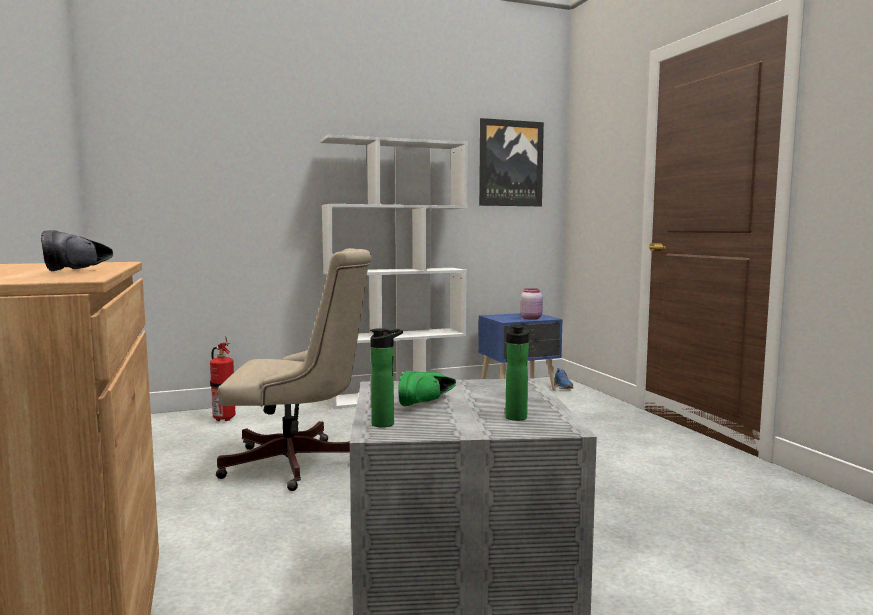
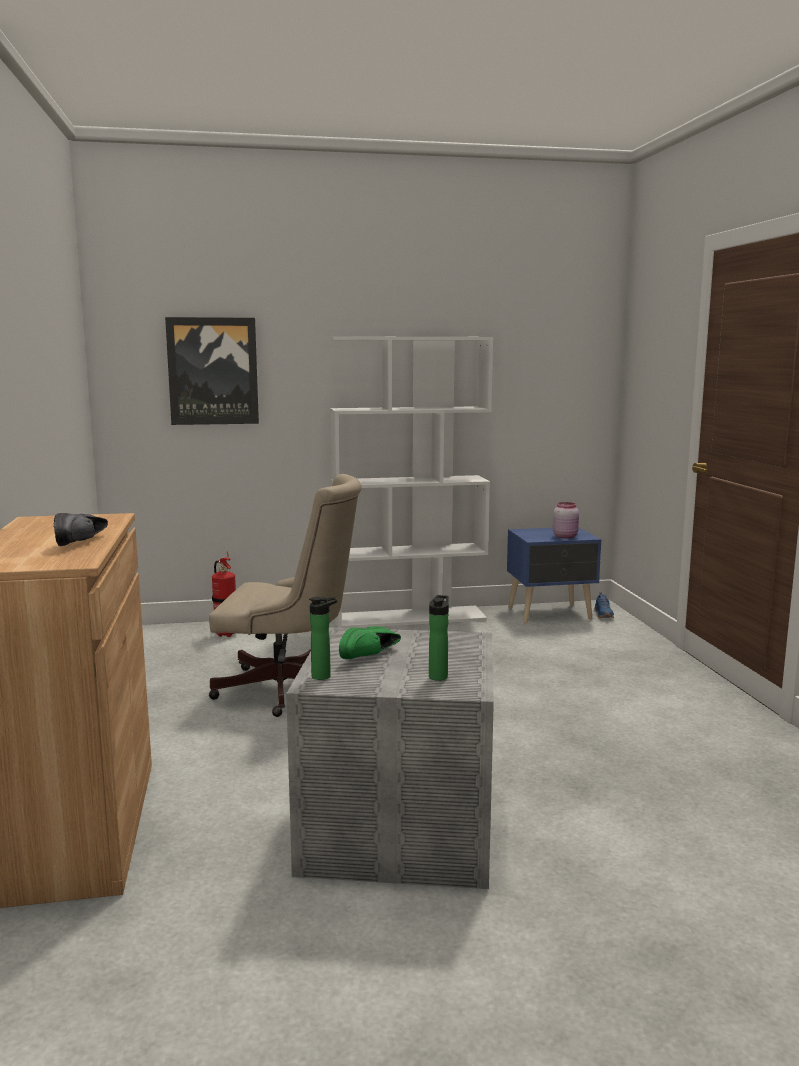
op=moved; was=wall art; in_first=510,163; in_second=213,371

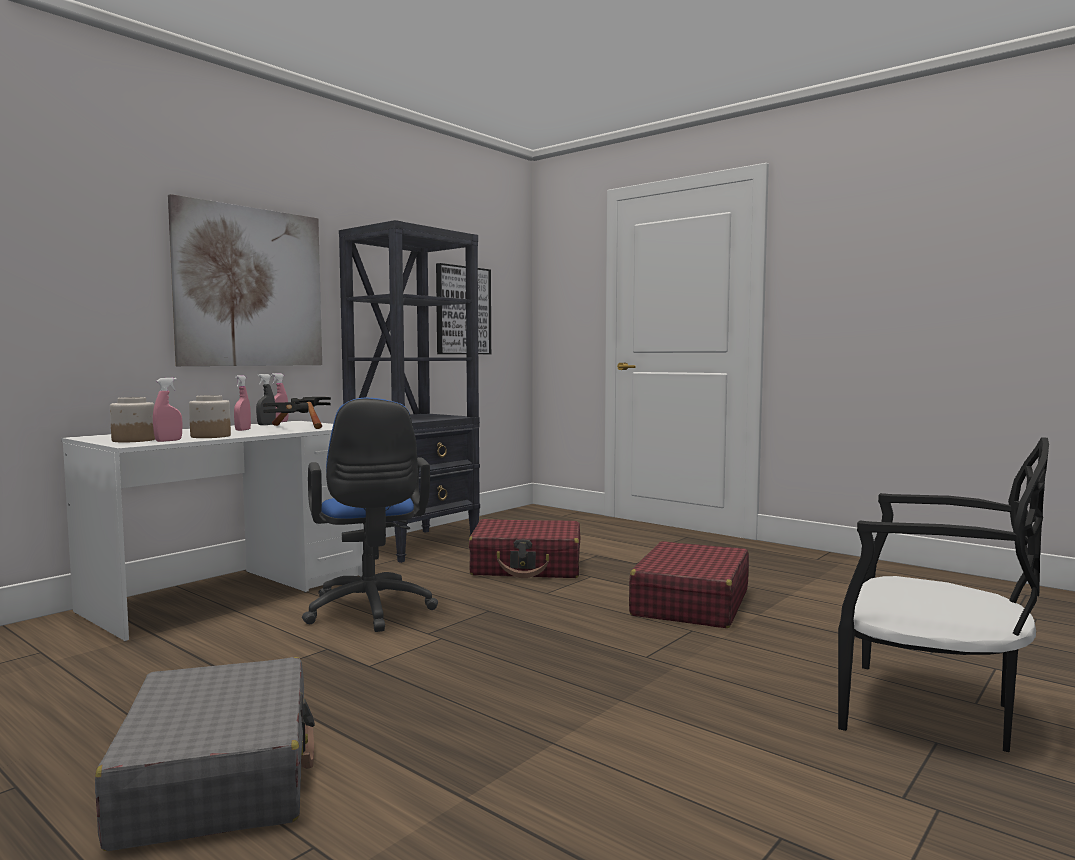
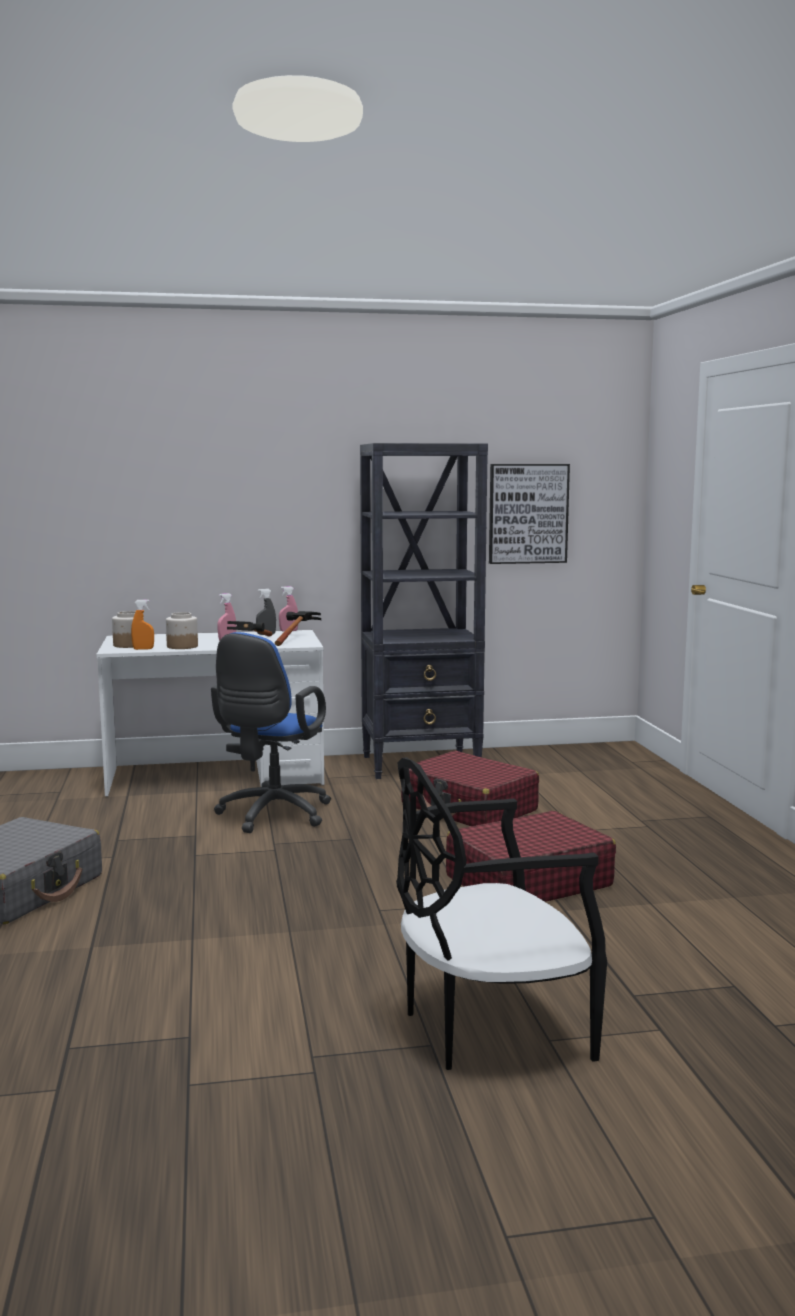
op=recoloured; was=hand sprayer/pink-coloured; now=hand sprayer/orangey; in_first=168,441; in_second=143,649
op=removed; was=wall art; in_first=250,287
op=turned; was=chair/blackish; in_first=929,711; in_second=489,1028; clockwise=90

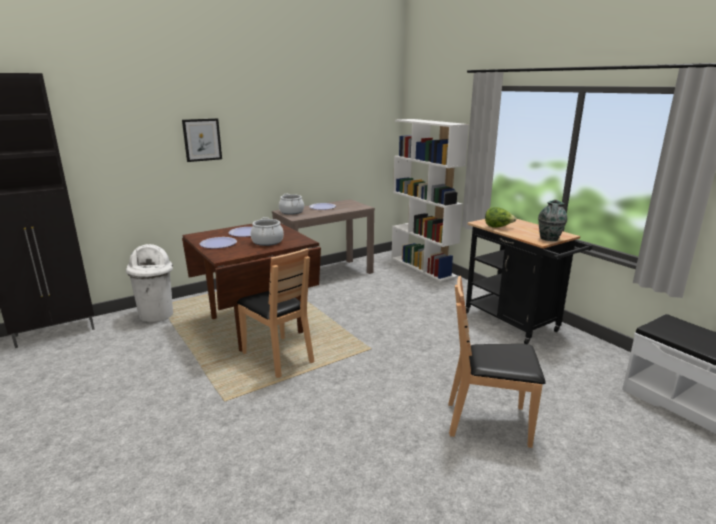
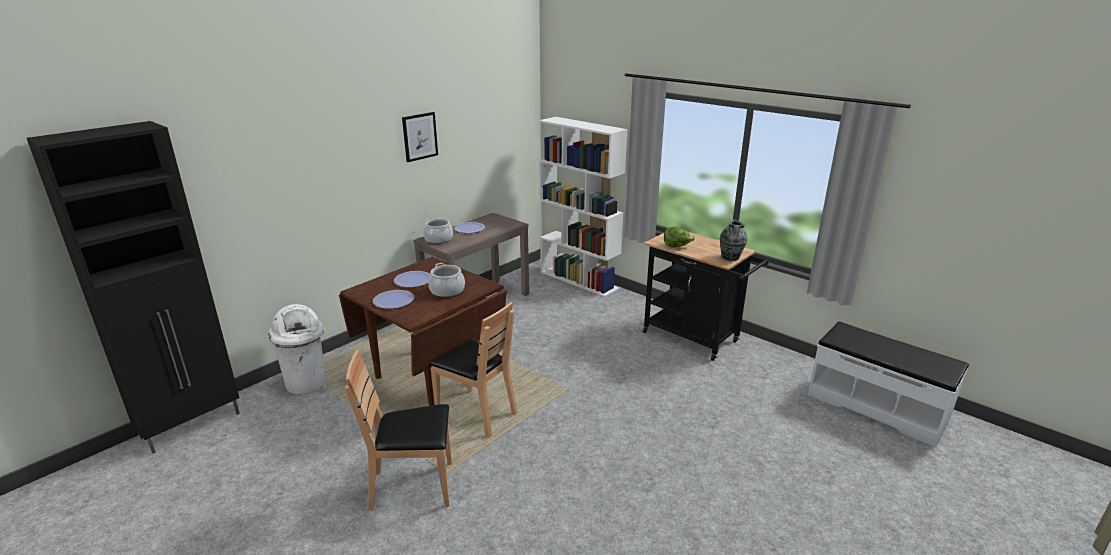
op=moved; was=wall art; in_first=202,140; in_second=420,136
op=moved; was=chair/brown-coloured; in_first=489,423; in_second=413,487

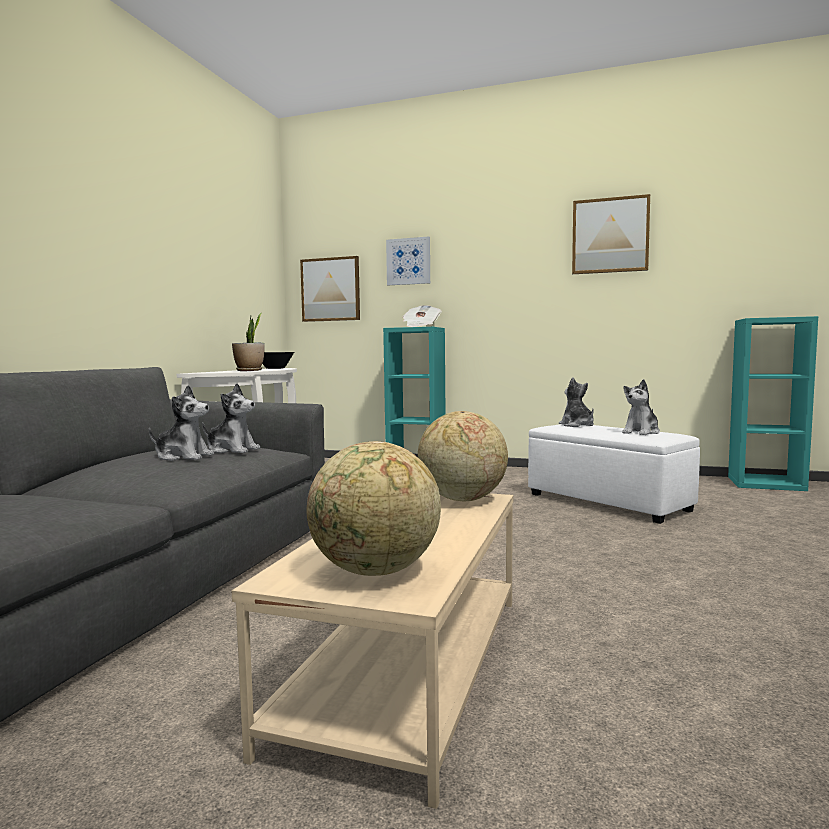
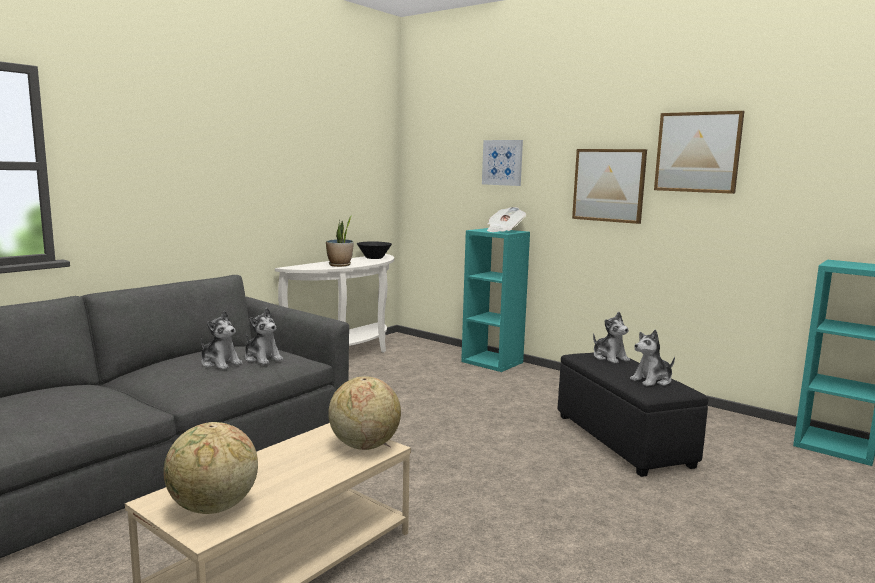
op=moved; was=wall art; in_first=331,289; in_second=609,185
op=recoloured; was=pouffe/whitish; now=pouffe/blackish; in_first=608,502; in_second=623,440
op=turned; was=plush toy; in_first=577,425; in_second=609,358; clockwise=150

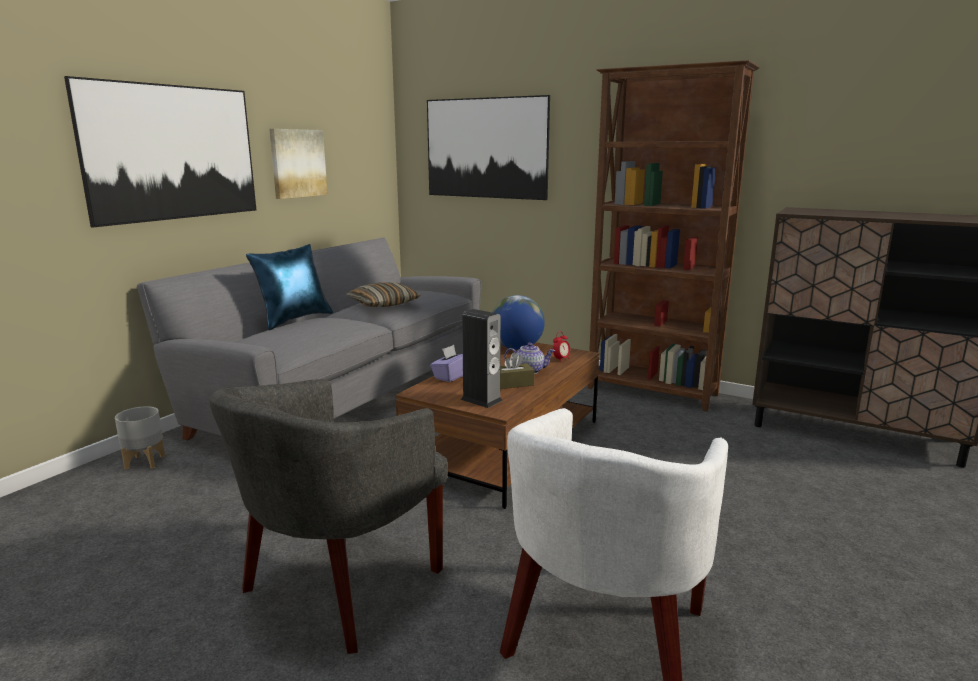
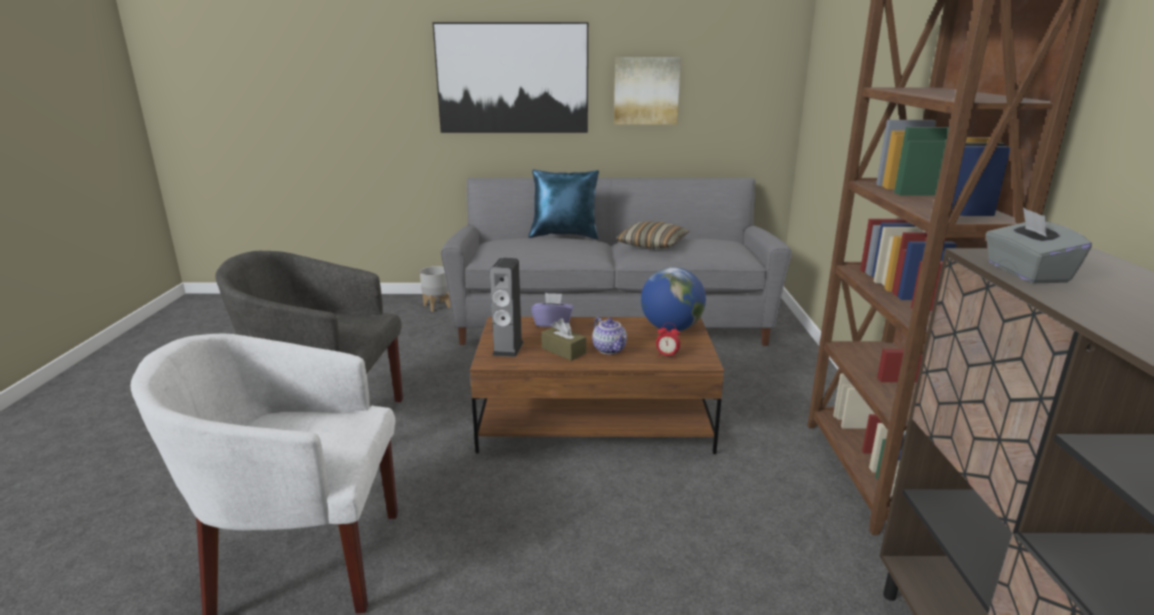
op=removed; was=wall art; in_first=486,148
op=added; now=tissue holder/grey; in_second=1026,273

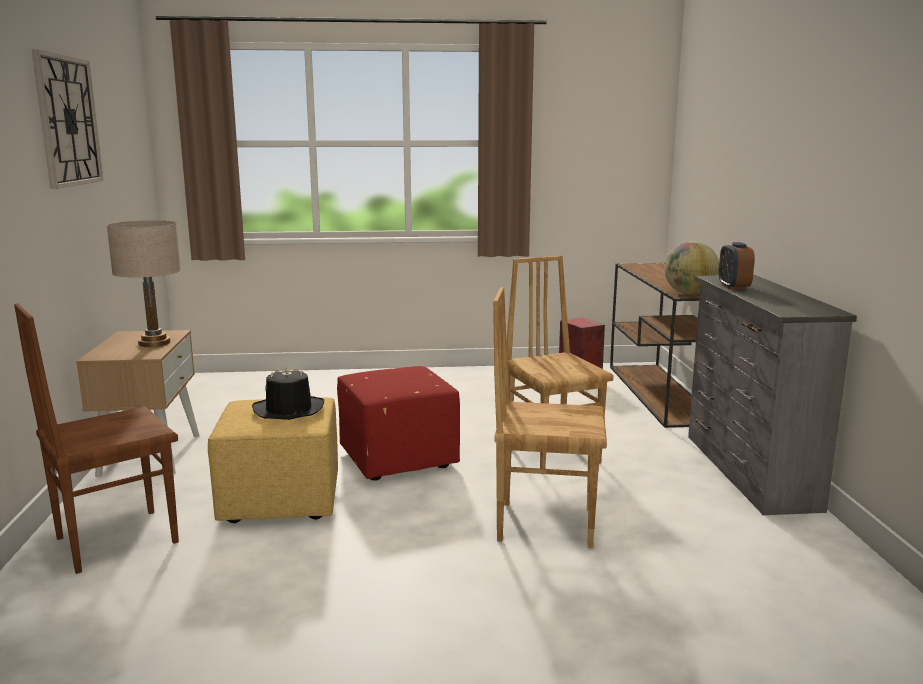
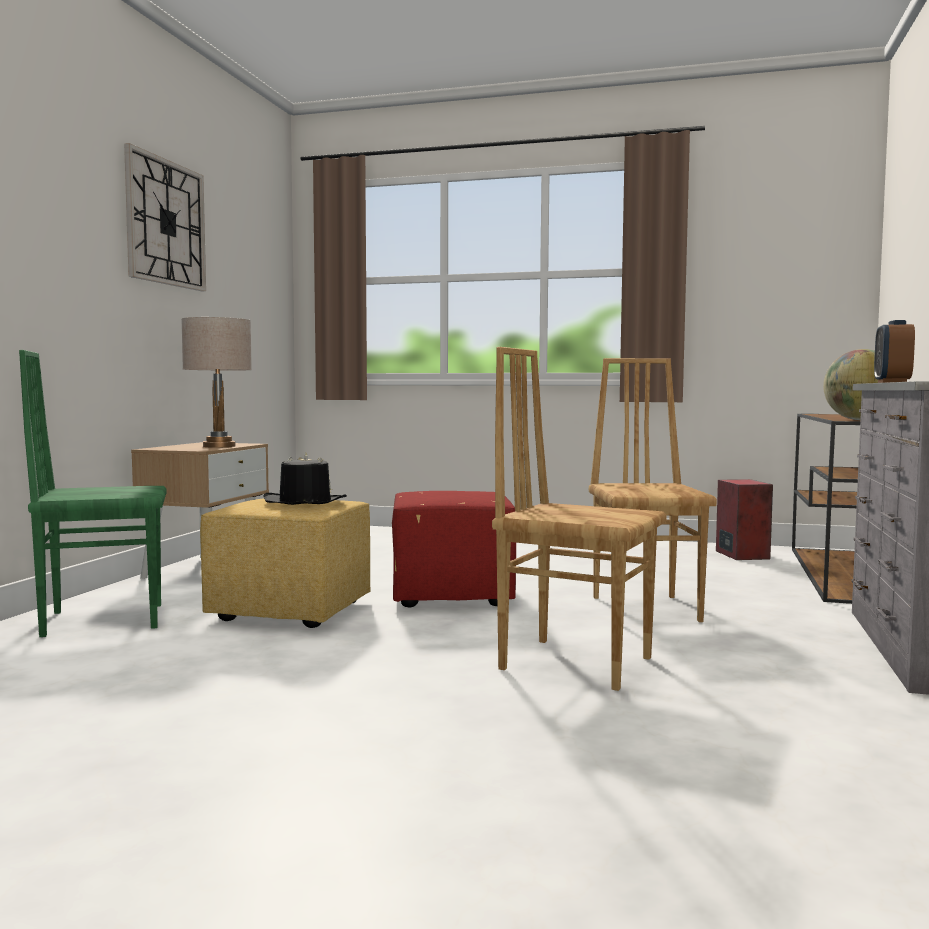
op=recoloured; was=chair/brown-coloured; now=chair/green; in_first=115,540; in_second=103,619

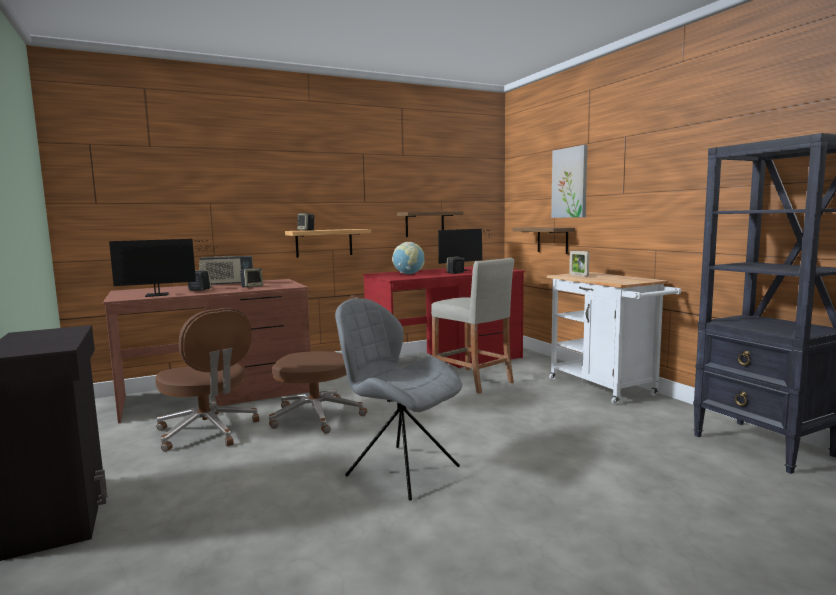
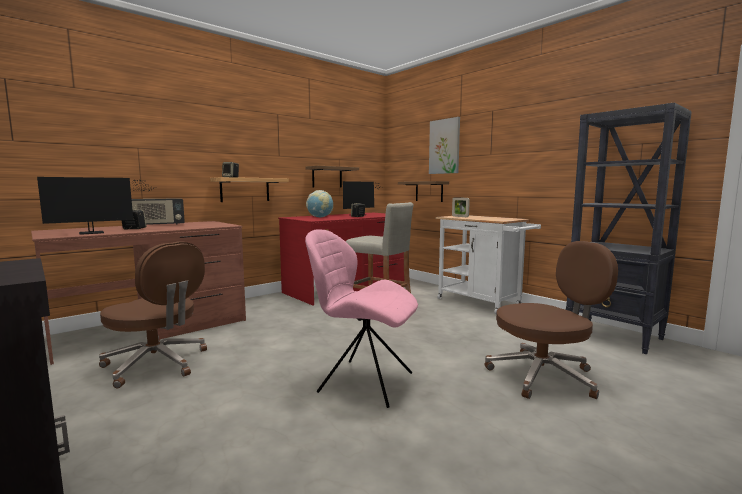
op=removed; was=speaker; in_first=252,287
op=moved; was=computer chair/brown-coloured; in_first=319,416; in_second=544,376
op=recoloured; was=chair/grey; now=chair/pink-coloured; in_first=399,470; in_second=363,381

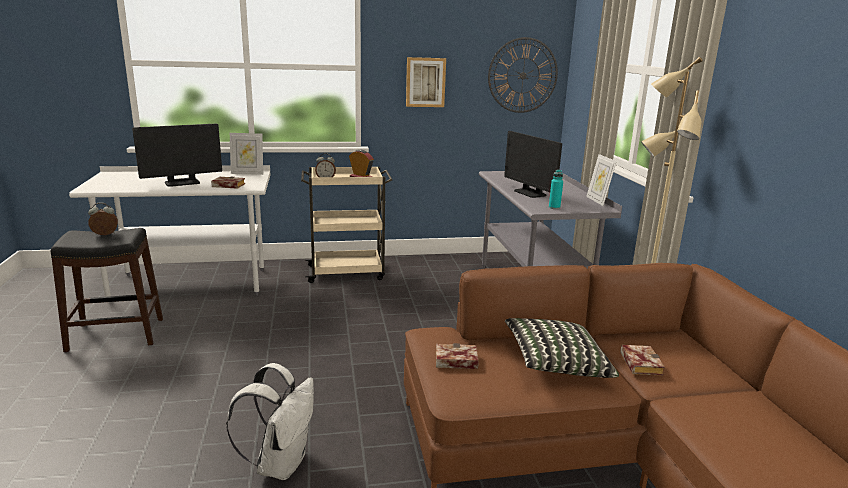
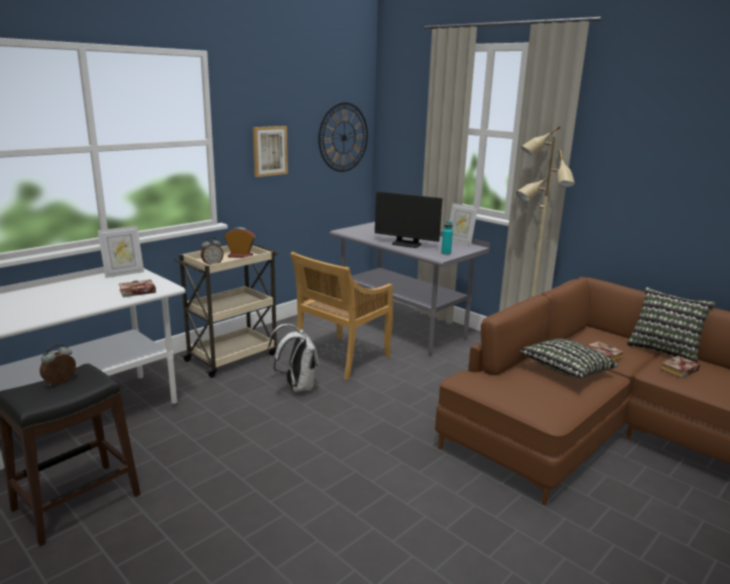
op=removed; was=monitor; in_first=182,183
op=moved; was=backpack/whitish; in_first=280,463; in_second=297,386
op=moved; was=bound book; in_first=454,361; in_second=679,371
op=added; now=chair/beige; in_second=341,358
op=added; now=pillow; in_second=664,350

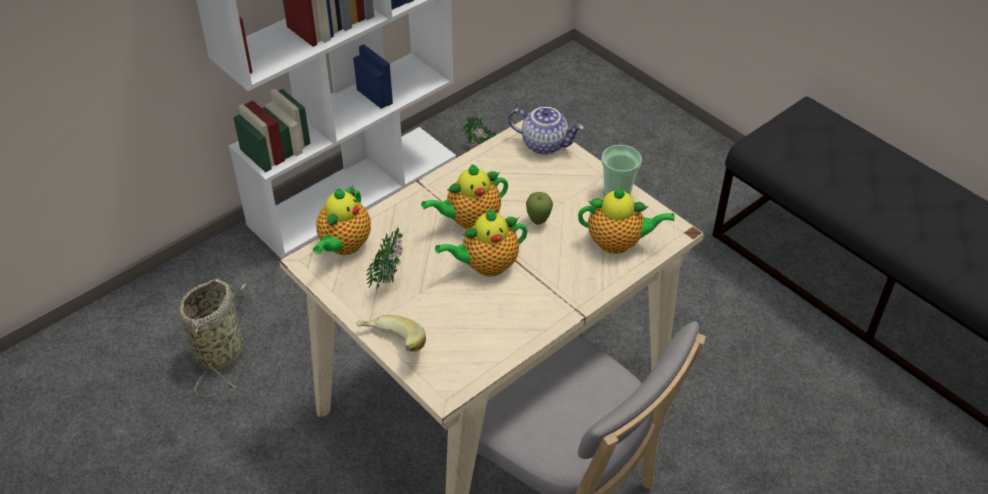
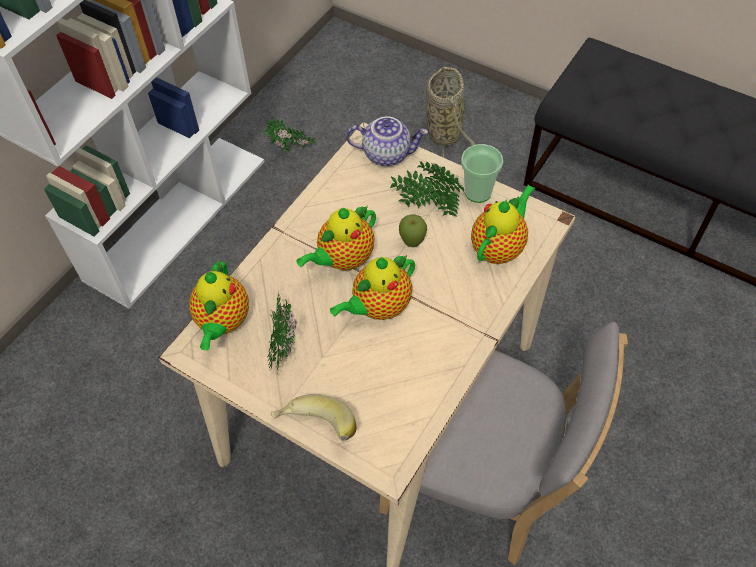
op=moved; was=basket; in_first=222,351; in_second=443,130
op=turned; was=tea pot; in_first=618,243; in_second=499,247; clockwise=-45
op=added; now=potted plant; in_second=426,207

